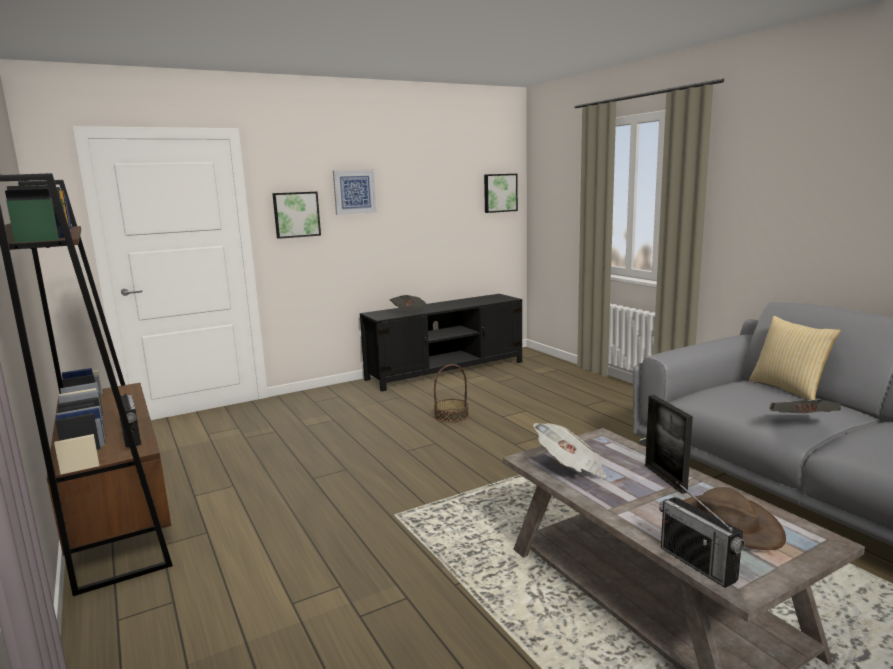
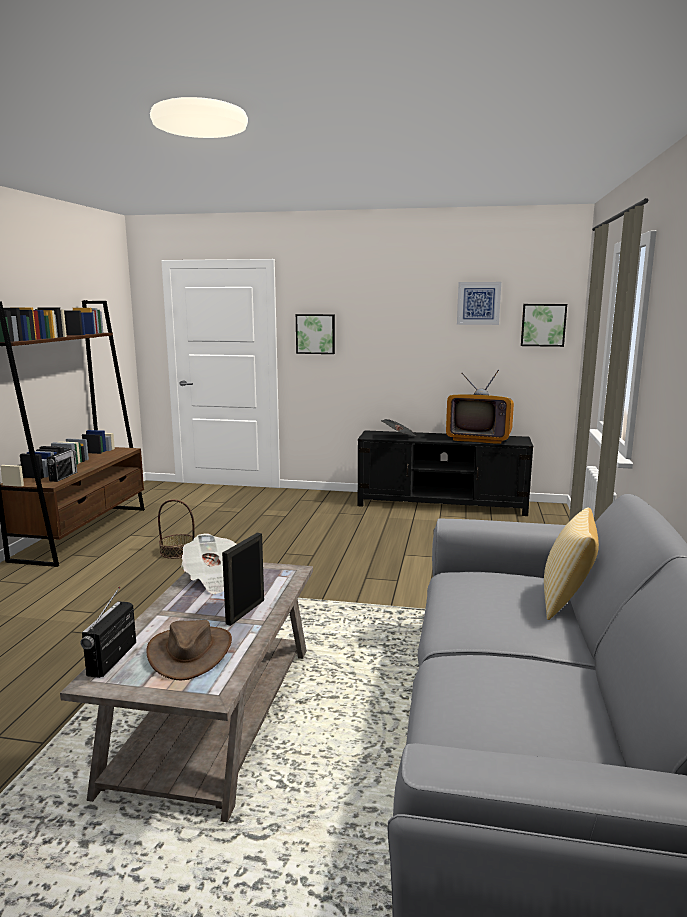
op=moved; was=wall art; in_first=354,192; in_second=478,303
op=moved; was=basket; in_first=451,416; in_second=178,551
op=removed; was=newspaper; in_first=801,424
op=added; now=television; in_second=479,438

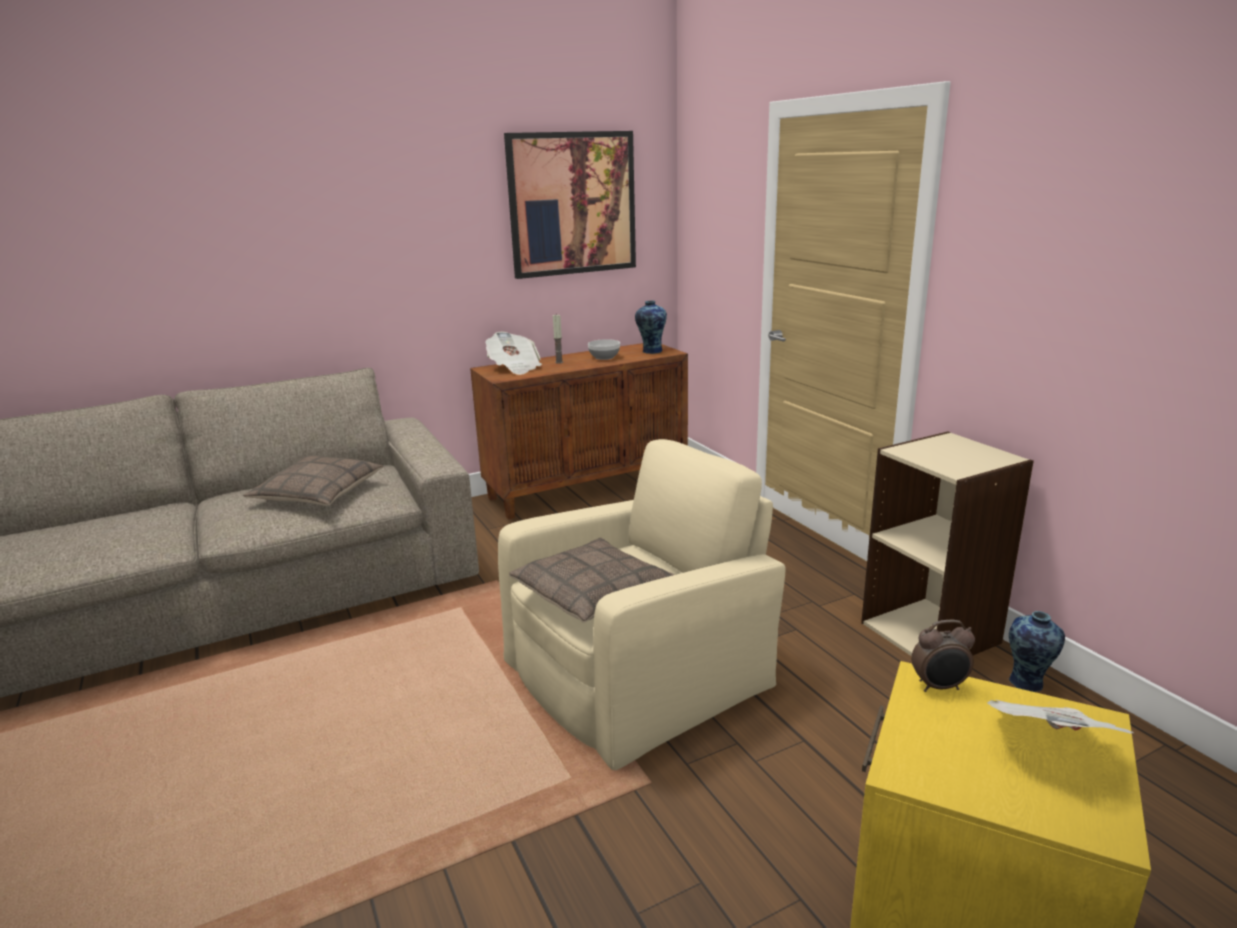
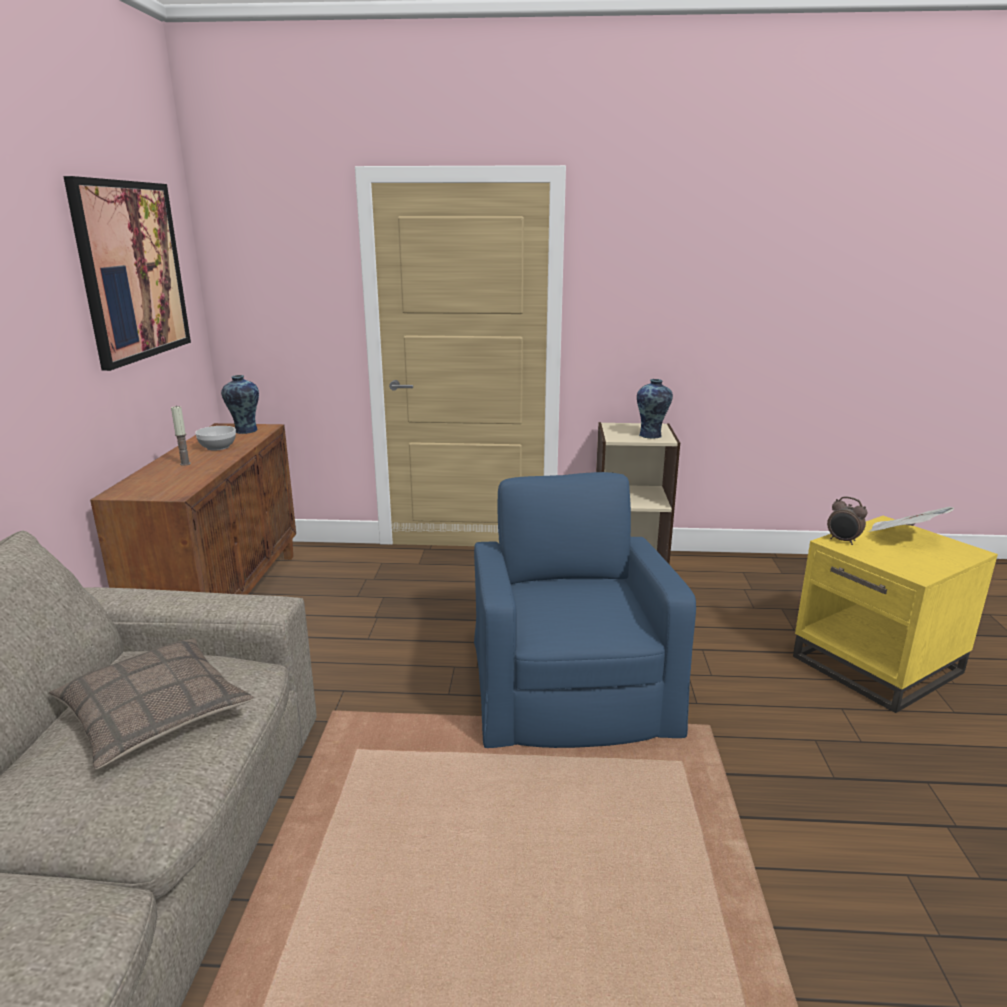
op=removed; was=newspaper; in_first=514,368
op=recoloured; was=easy chair/beige; now=easy chair/blue; in_first=639,671; in_second=569,683
op=removed; was=pillow; in_first=593,592
op=turned; was=bedside clock; in_first=939,687; in_second=843,541; clockwise=105
op=moved; was=decorative vase; in_first=1027,683; in_second=651,435

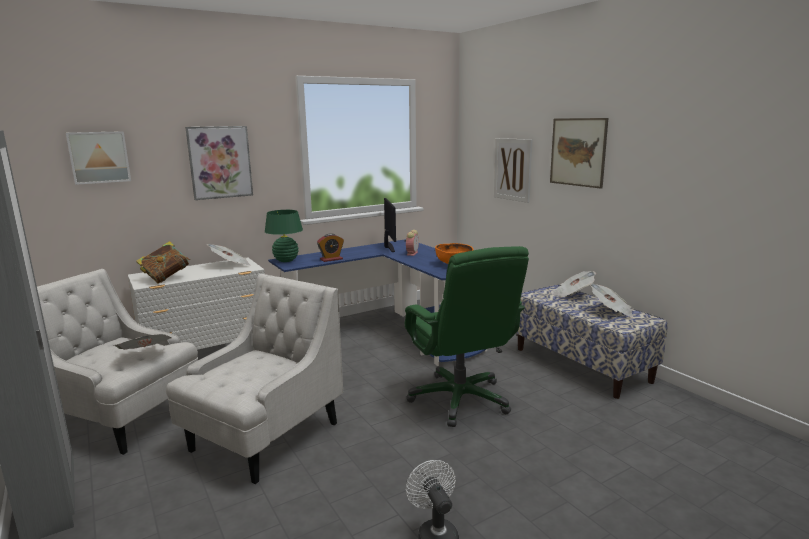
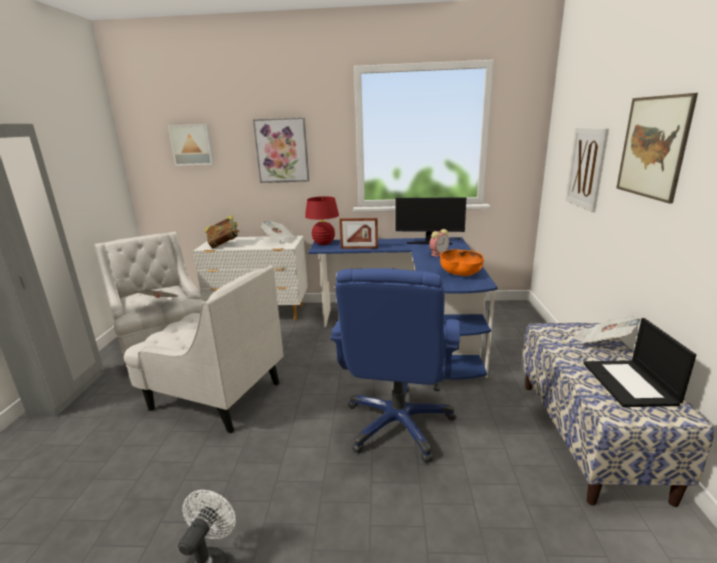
op=turned; was=easy chair/whitish; in_first=264,438; in_second=215,396; clockwise=45
op=recoloured; was=tabletop lamp/green; now=tabletop lamp/reddish; in_first=286,260; in_second=324,243
op=replaced; was=bedside clock; now=photo frame; in_first=331,259; in_second=359,248
op=turned; was=monitor; in_first=388,247; in_second=429,243; clockwise=75
op=recoloured; was=computer chair/green; now=computer chair/blue; in_first=460,399; in_second=398,424
op=replaced; was=newspaper; now=notebook computer; in_first=611,311; in_second=630,383

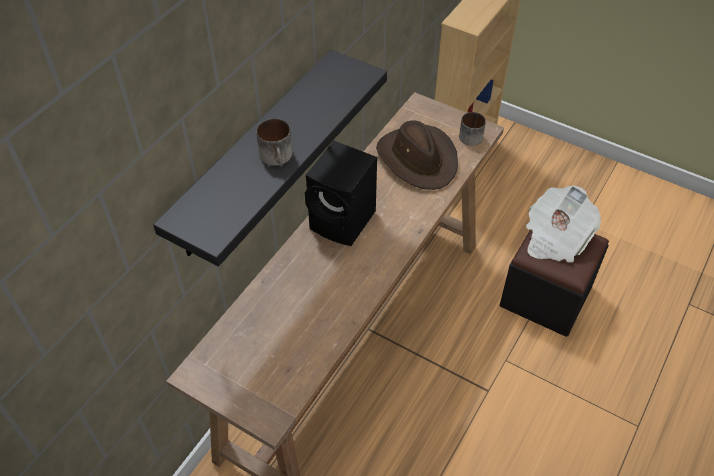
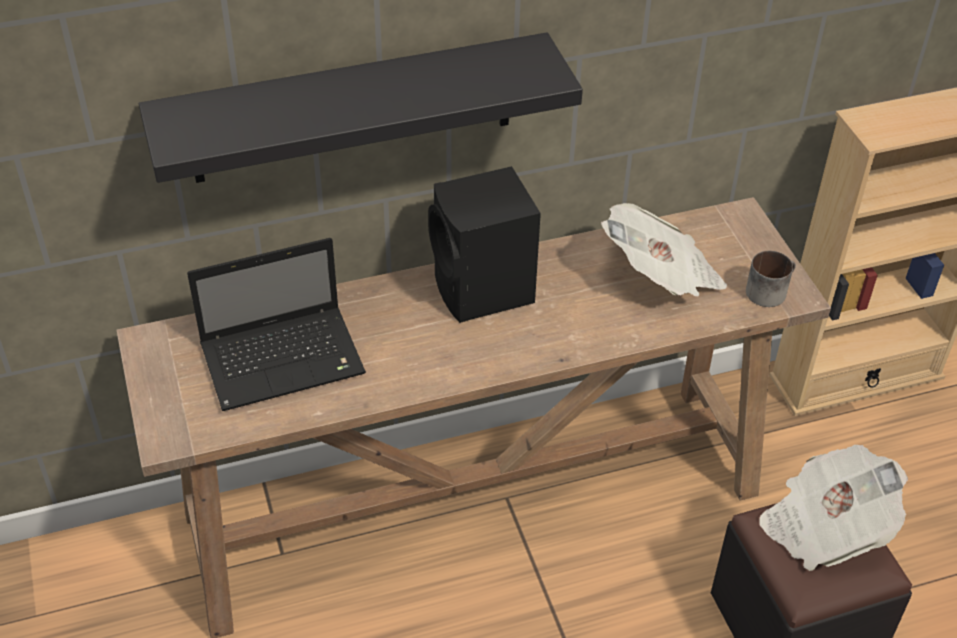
op=removed; was=tea mug; in_first=278,157
op=replaced; was=clothing hat/brown-coloured; now=newspaper; in_first=418,159; in_second=661,277
op=added; now=notebook computer; in_second=285,359

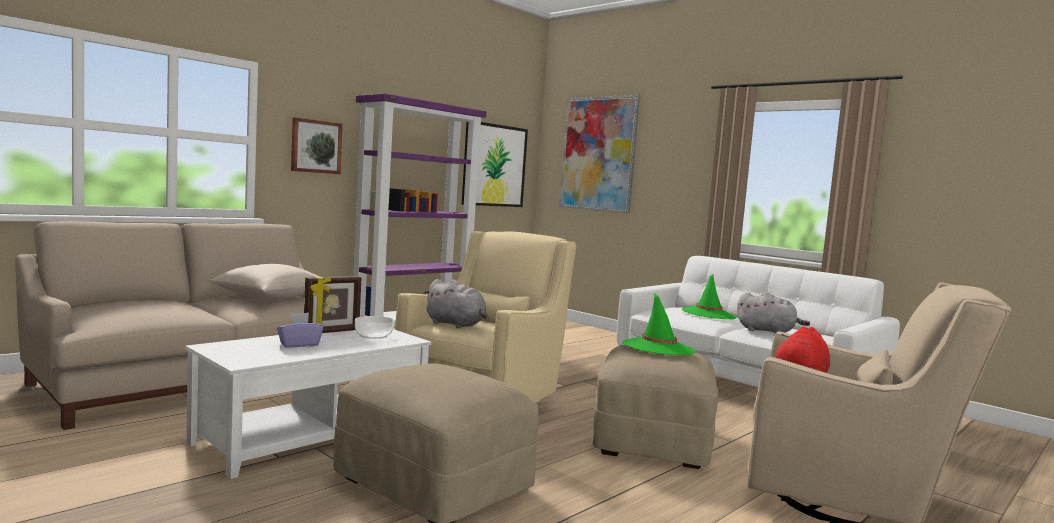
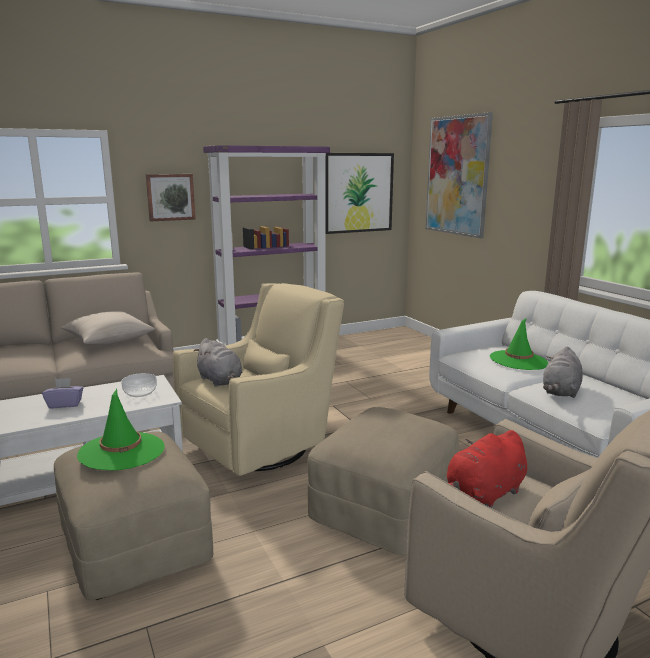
op=removed; was=photo frame; in_first=332,332
op=moved; was=clothing hat/green; in_first=658,348; in_second=122,451
op=turned; was=plush toy/grey; in_first=768,331; in_second=560,391; clockwise=75

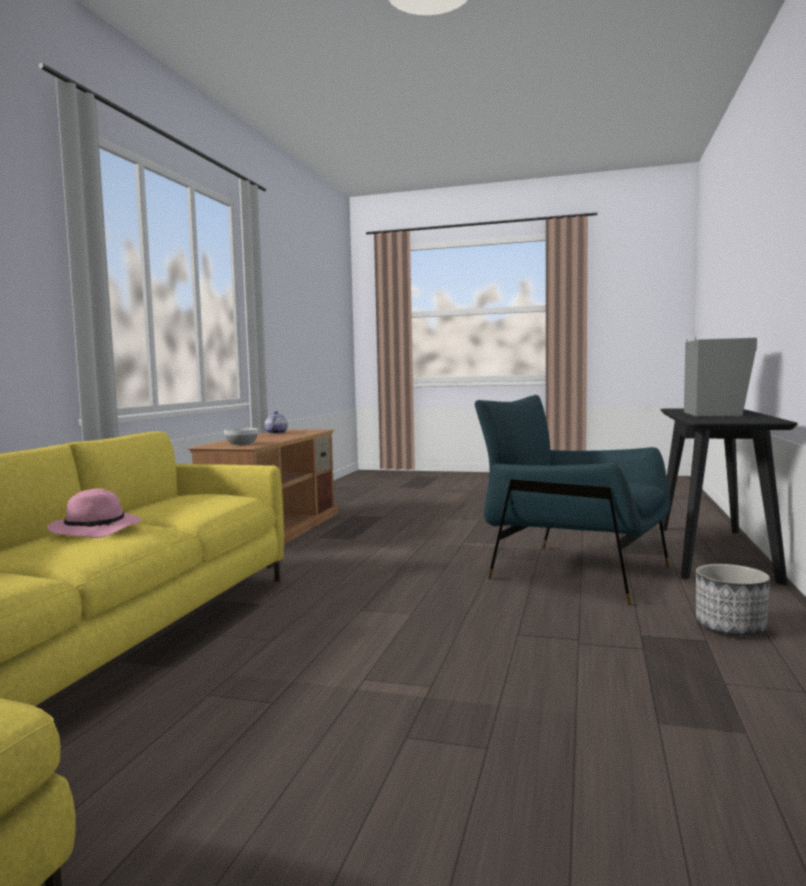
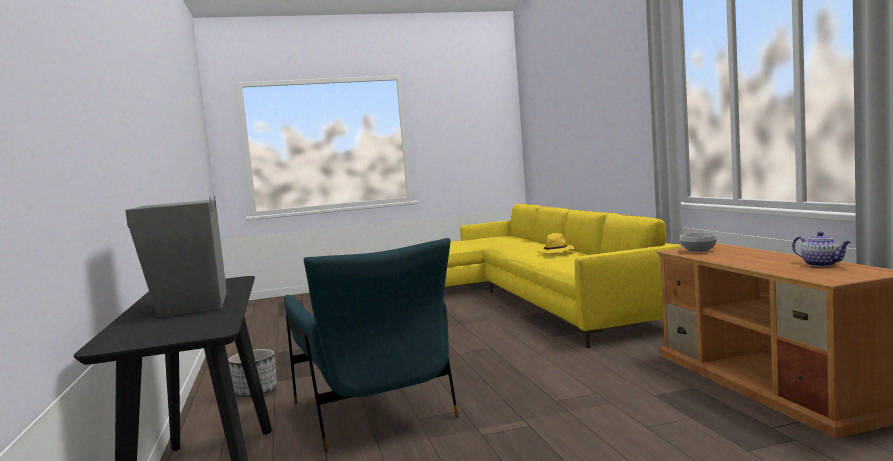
op=recoloured; was=clothing hat/pink-coloured; now=clothing hat/yellow; in_first=97,530; in_second=556,252
op=turned; was=easy chair/blue; in_first=573,572; in_second=374,412; clockwise=60

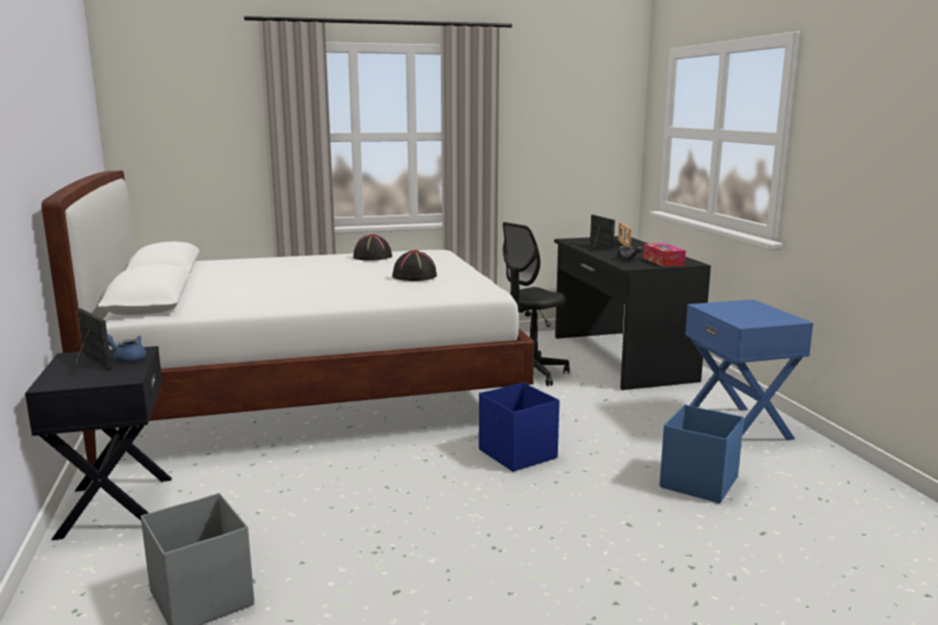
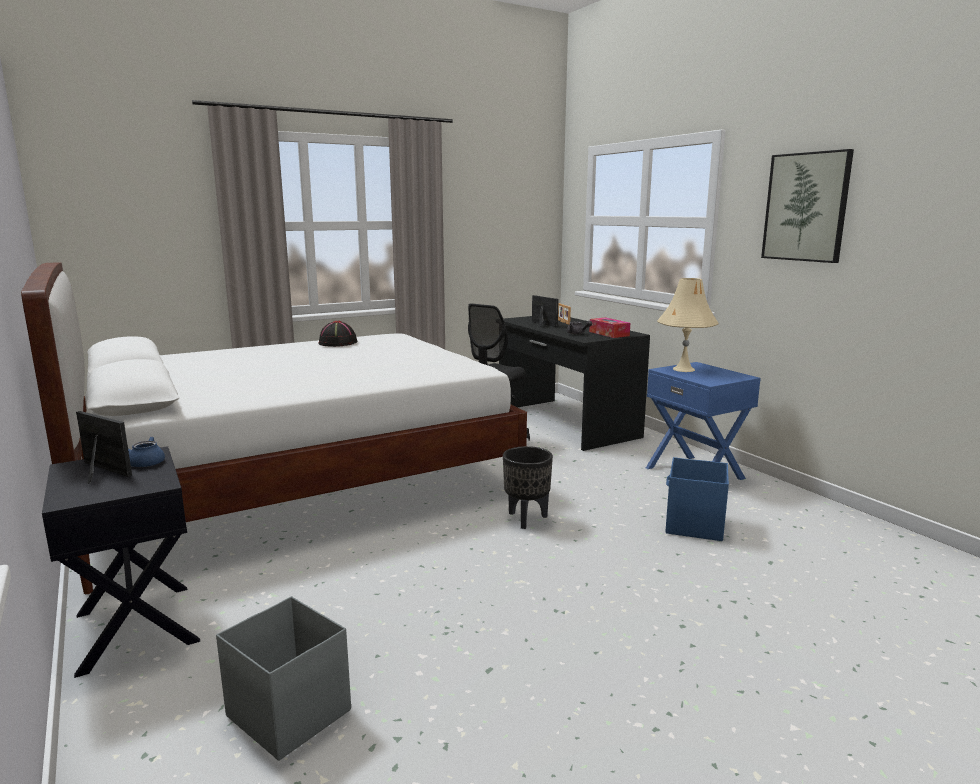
op=removed; was=clothing hat/blackish; in_first=414,277
op=replaced; was=storage container/blue; now=flower pot/blackish; in_first=517,454; in_second=527,519
op=added; now=tabletop lamp/beige; in_second=683,369
op=added; now=wall art; in_second=806,207

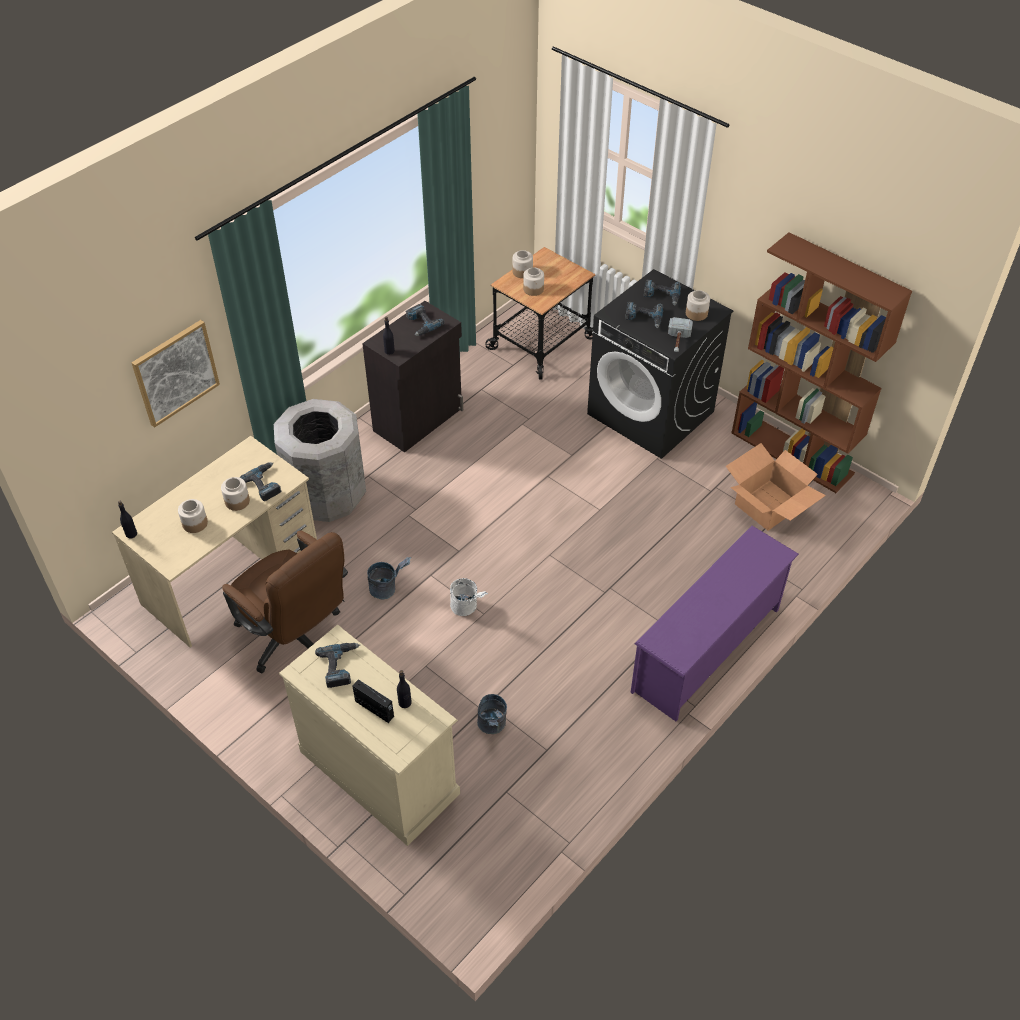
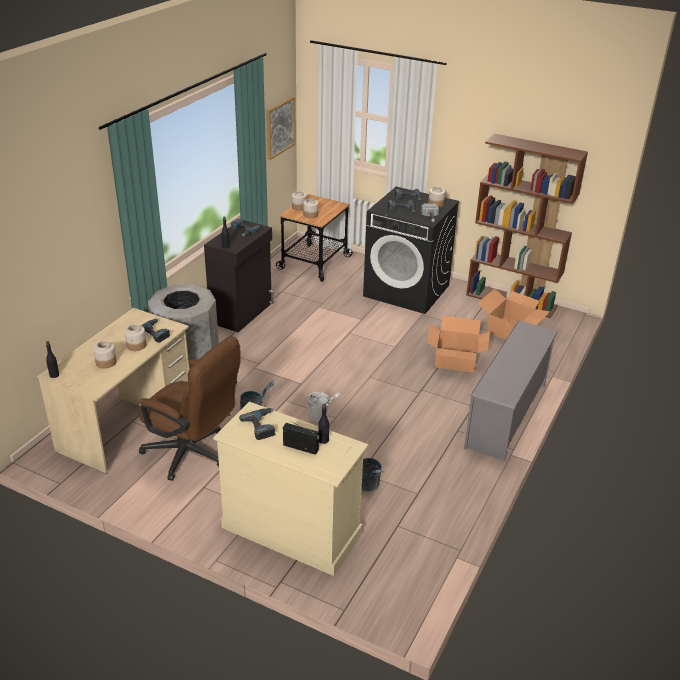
op=moved; was=wall art; in_first=175,372; in_second=279,127
op=recoloured; was=shoe stand/purplish; now=shoe stand/grey; in_first=708,651; in_second=507,416
op=added; now=cardboard box; in_second=456,360

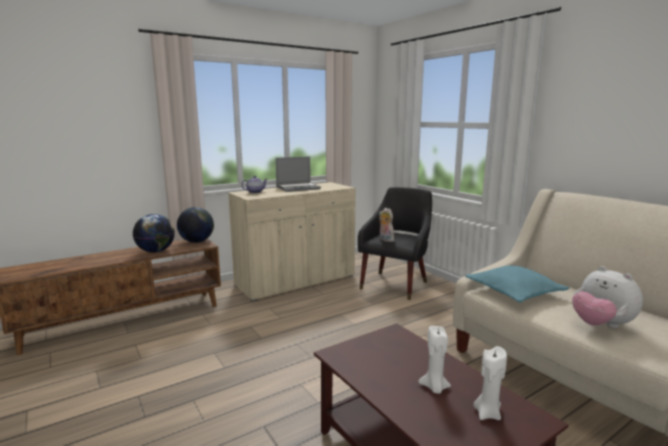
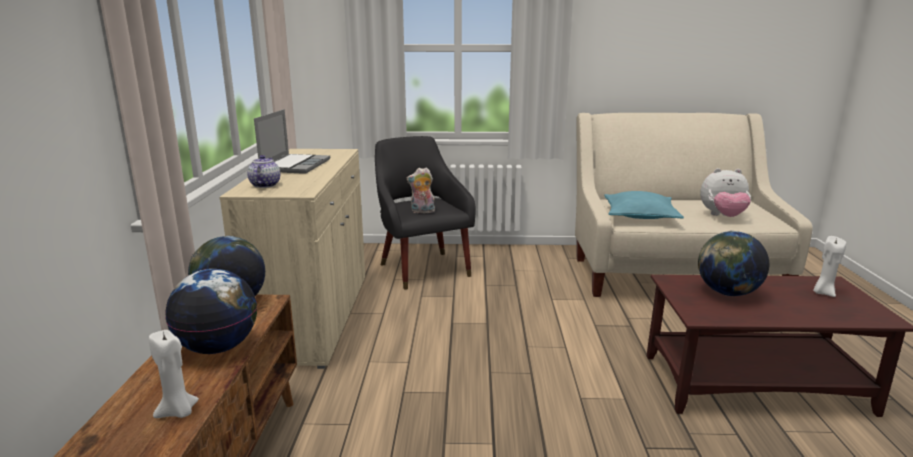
op=moved; was=wax candle/whitish; in_first=434,387; in_second=178,412
op=added; now=world globe; in_second=727,293

